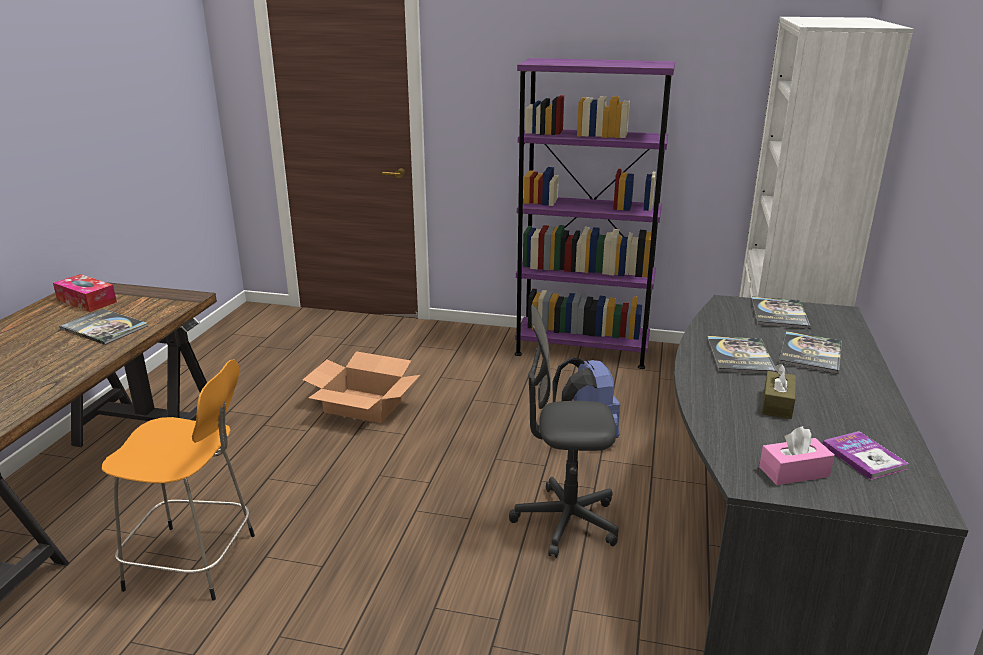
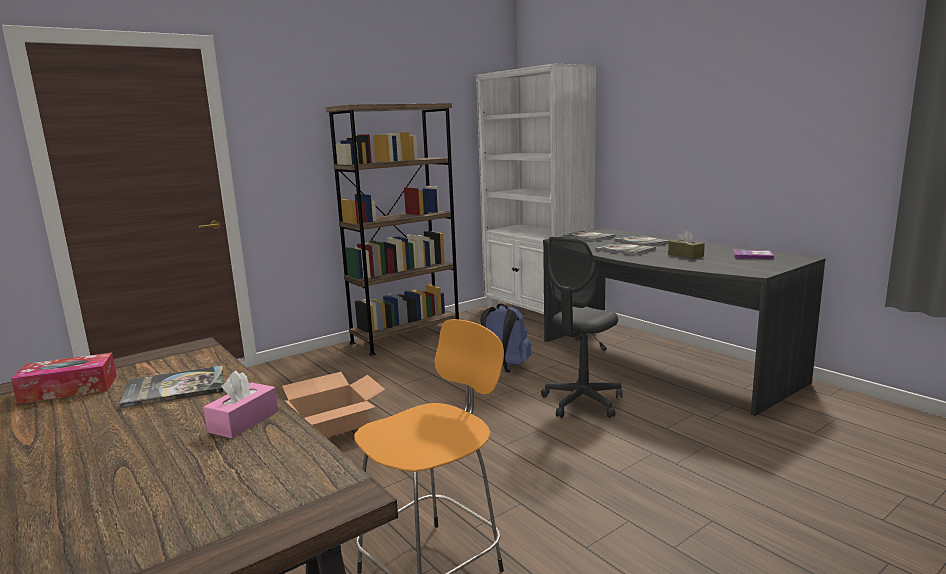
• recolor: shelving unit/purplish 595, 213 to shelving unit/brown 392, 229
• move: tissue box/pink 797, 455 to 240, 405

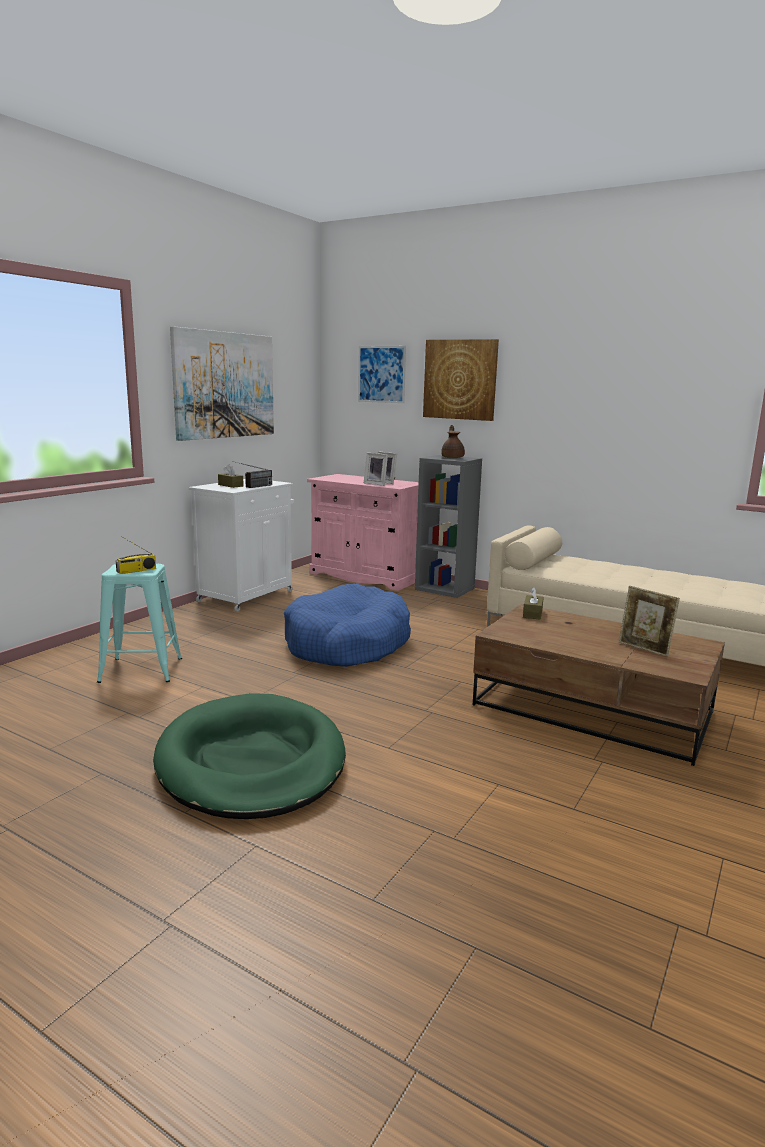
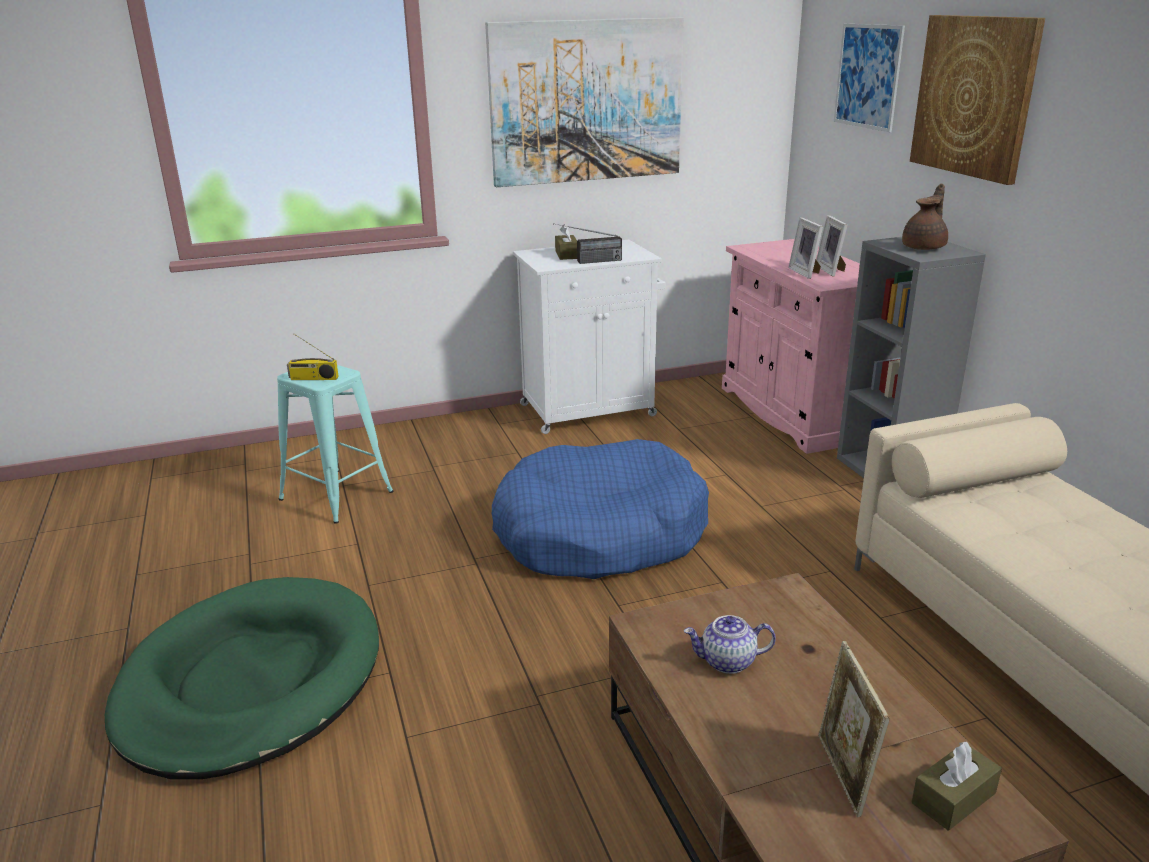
• move: tissue box/brown 533, 603 to 957, 786
• insert: tea pot 730, 644

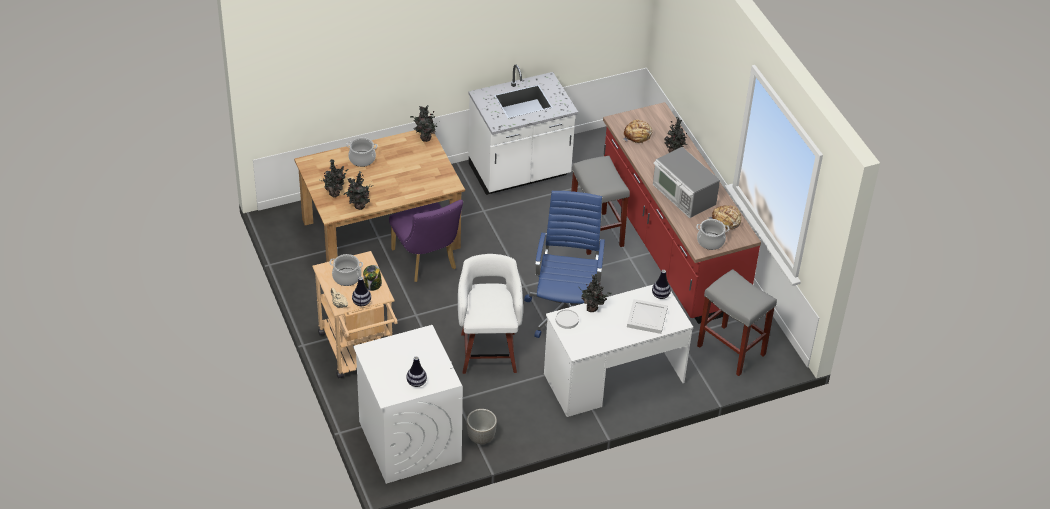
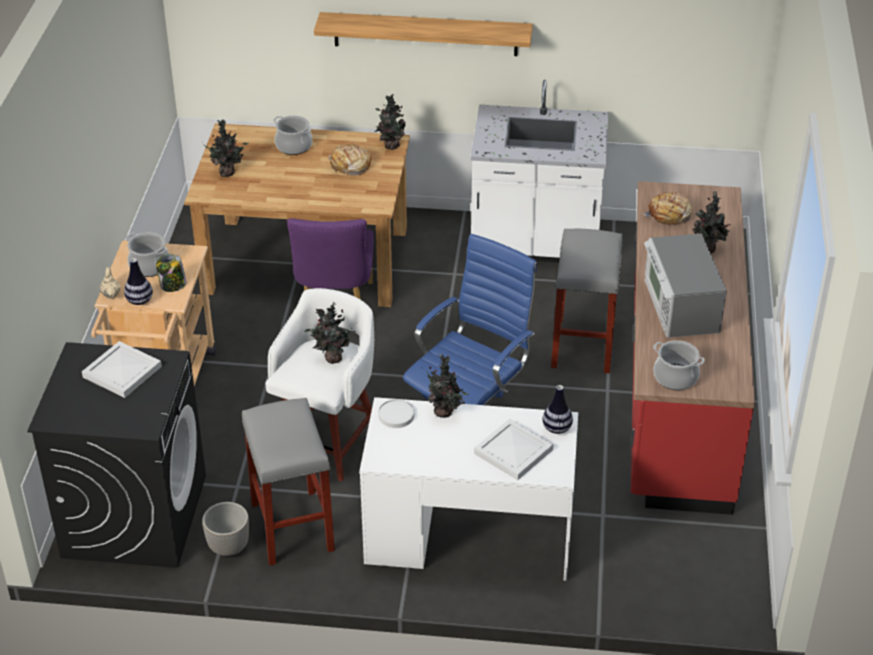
• move: potted plant 358, 190 to 330, 333
• move: bread 724, 217 to 350, 159
• move: stool seat/gray 737, 322 to 288, 481
• recolor: laundry appliance/white-coloured 408, 404 to laundry appliance/blackish 116, 455
• delete: flower vase 416, 371
• insert: wall shelf 423, 34
• insert: tray/white-coloured 122, 369

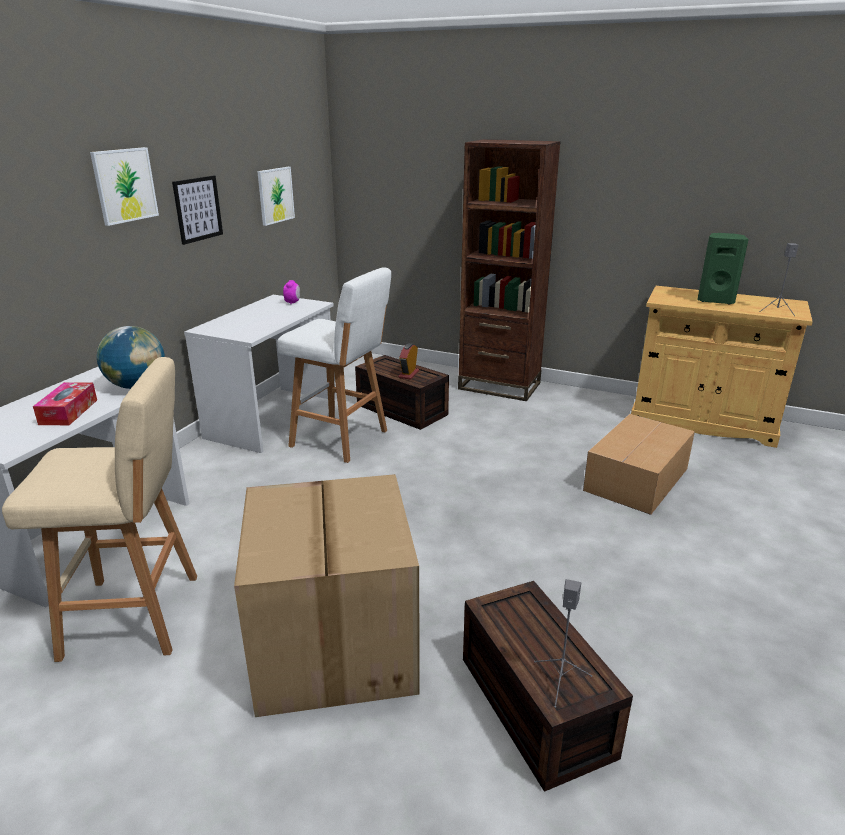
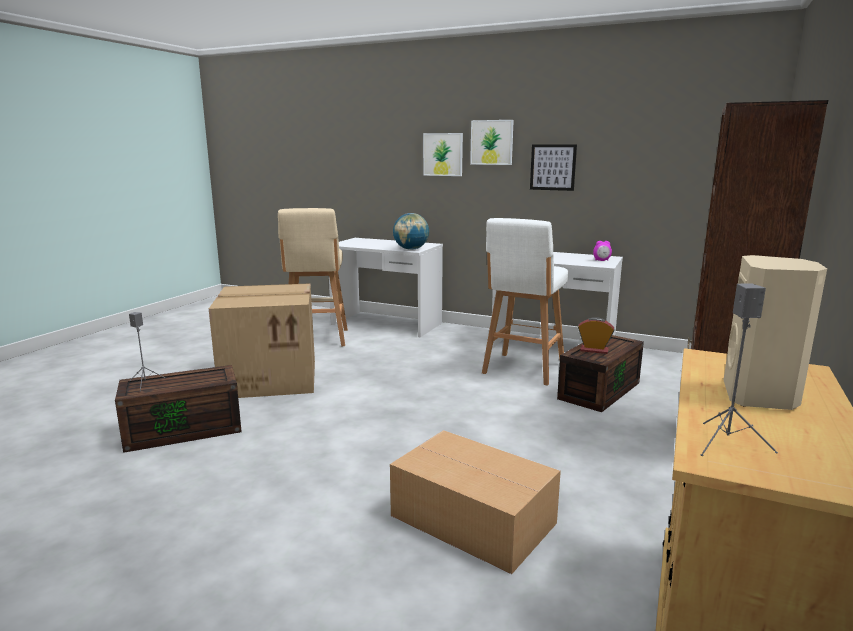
• move: wall picture 276, 196 to 443, 154
• recolor: speaker/green-coloured 723, 269 to speaker/sand-coloured 775, 332
• delete: tissue box 65, 403

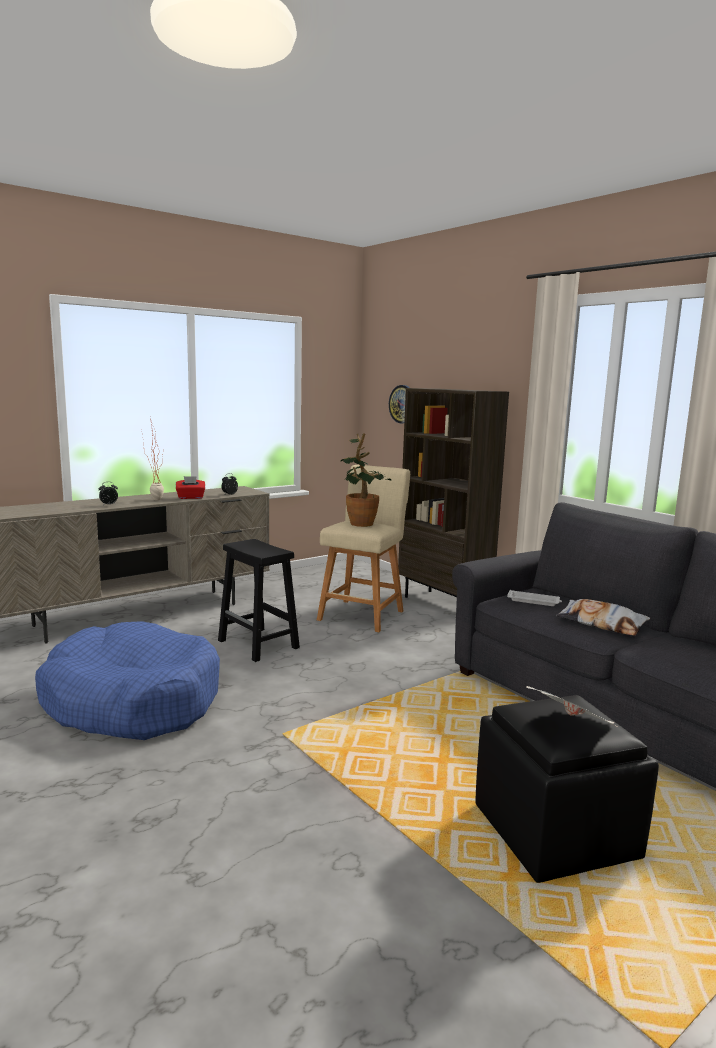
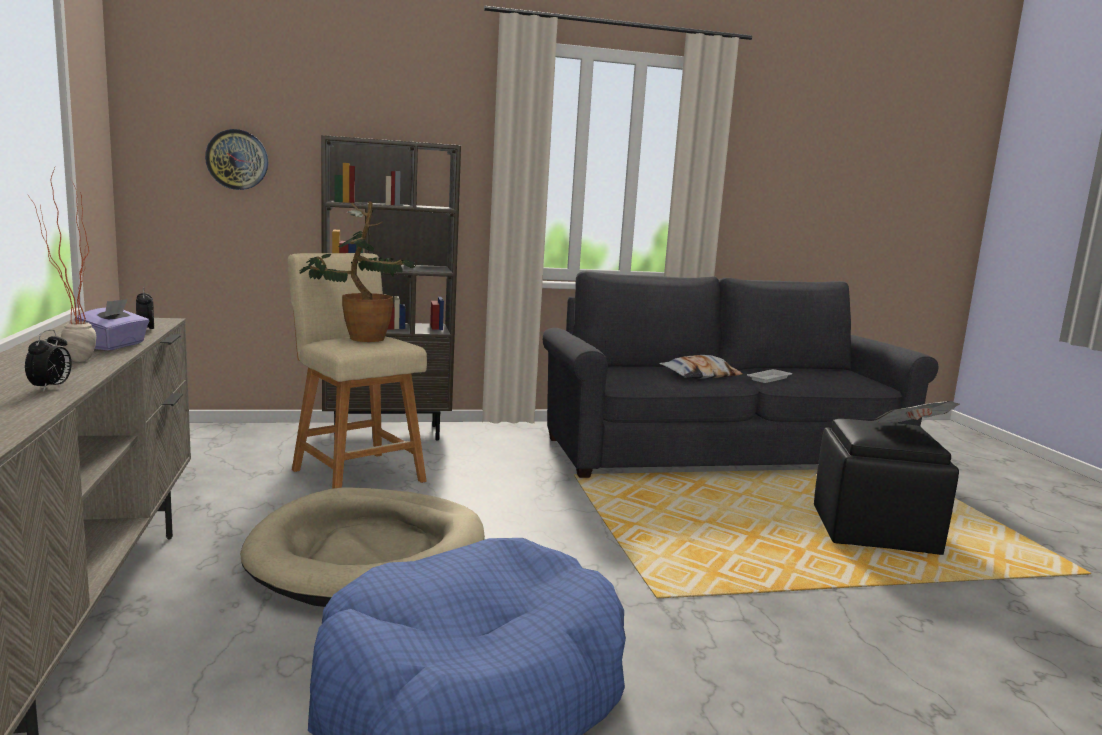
• recolor: tissue box/reddish 190, 487 to tissue box/purplish 112, 324
• replace: stool seat/blackish 259, 600 to pet bed/sand-coloured 362, 547
• move: tray/white-coloured 534, 598 to 769, 376

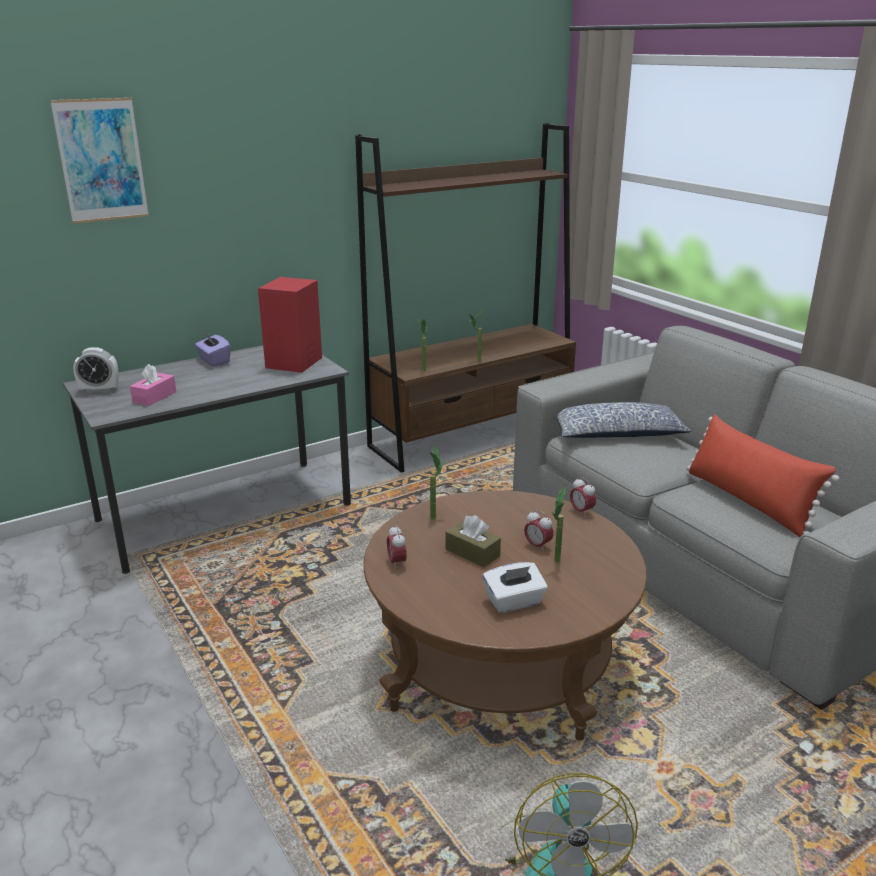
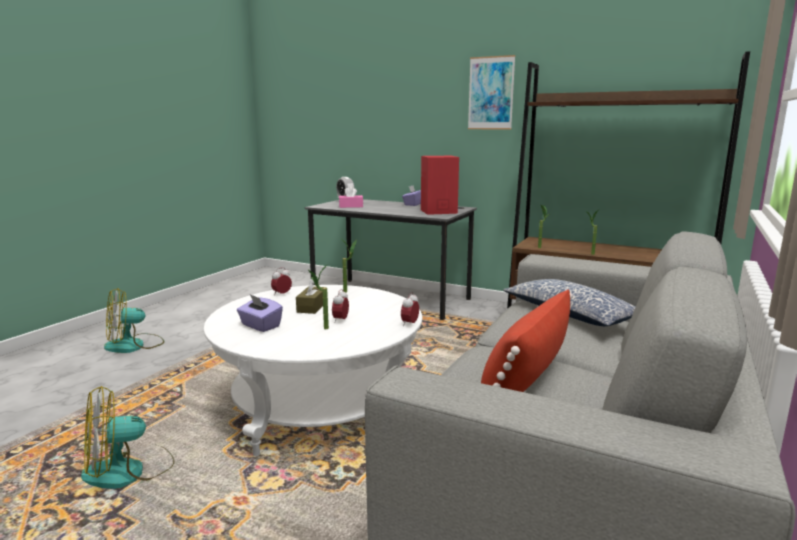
• move: wall picture 99, 160 to 491, 92
• recolor: coffee table/brown 505, 615 to coffee table/white-coloured 313, 370
• recolor: tissue box/white-coloured 515, 587 to tissue box/purplish 260, 313
• insert: electric fan 134, 320

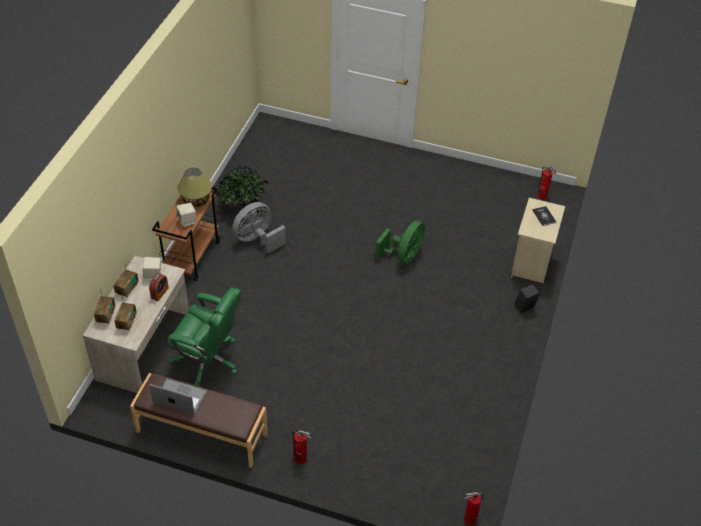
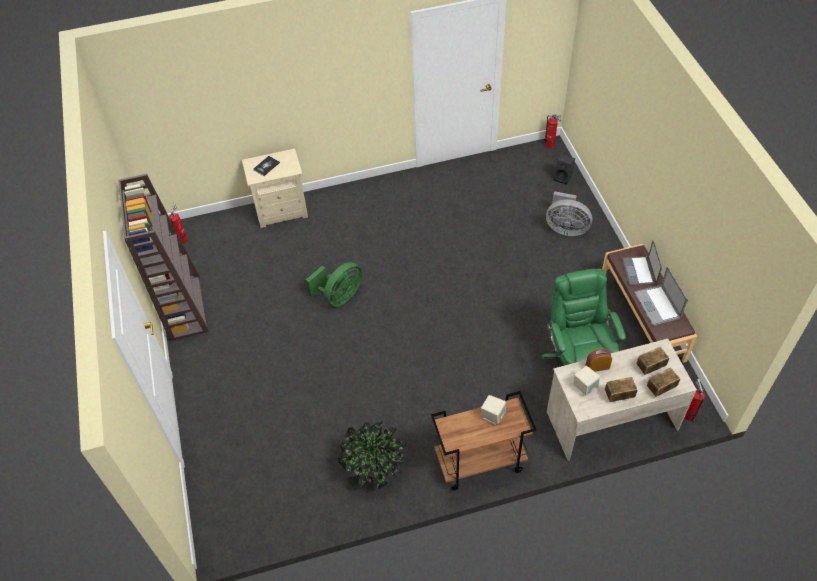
• delete: table lamp 194, 187
• move: electric fan/gray 259, 227 to 569, 213
• rotate: electric fan/green-coloured 400, 242 = 333, 284 135 degrees clockwise
• move: speaker/blackish 527, 298 to 564, 169
• move: fire extinguisher 302, 447 to 694, 400
• insert: shelving unit/brown 163, 257
• insert: notebook computer 642, 263

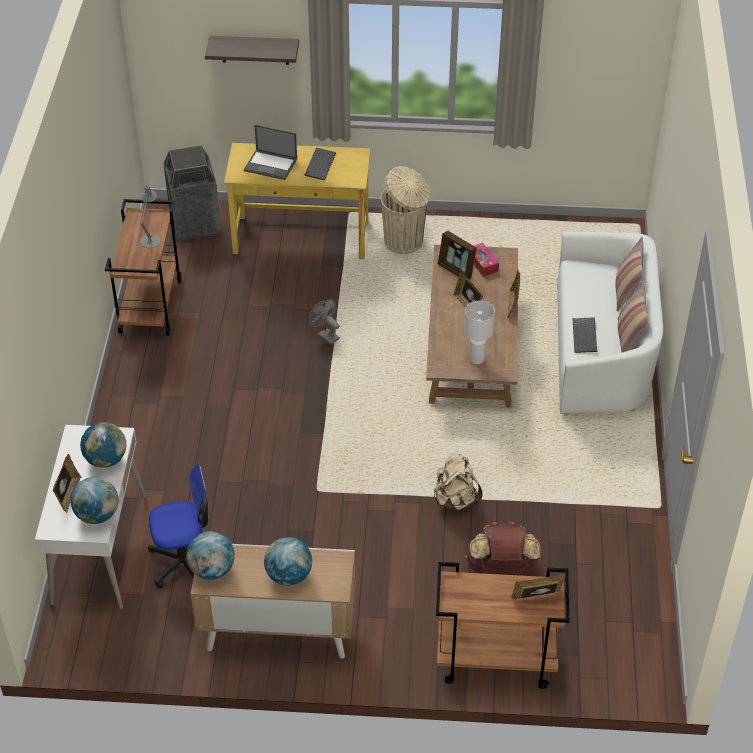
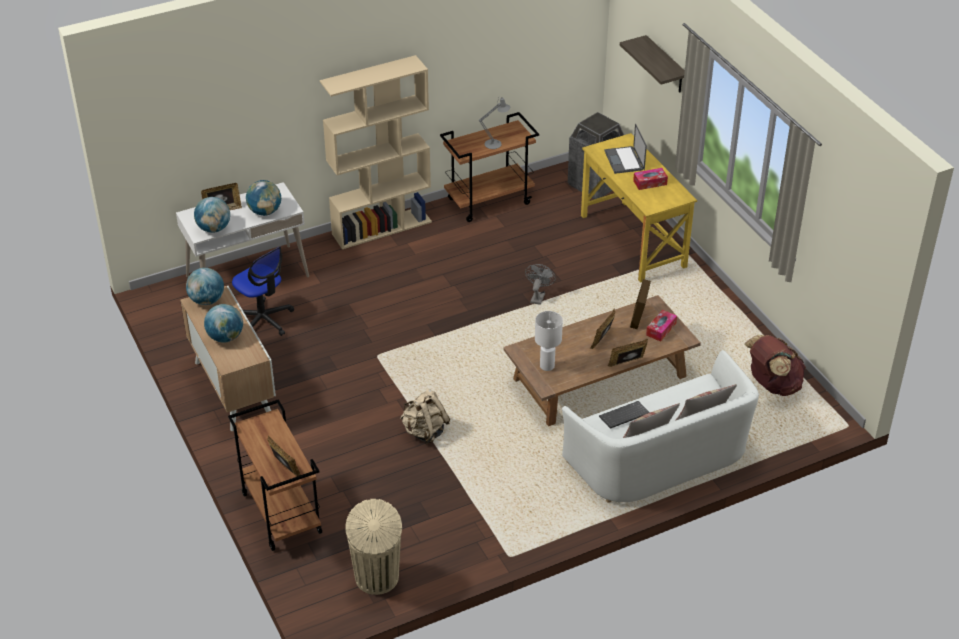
• replace: computer keyboard 320, 164 to tissue box 650, 179
• move: waste bin/sand-coloured 405, 210 to 373, 547
• move: rucksack/brown 502, 549 to 775, 365
• insert: shelving unit/sand-coloured 376, 152

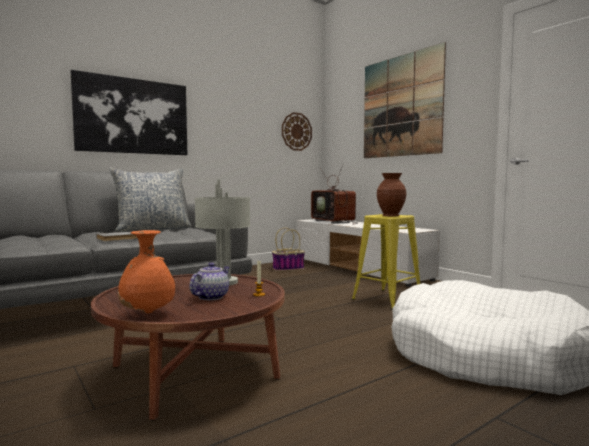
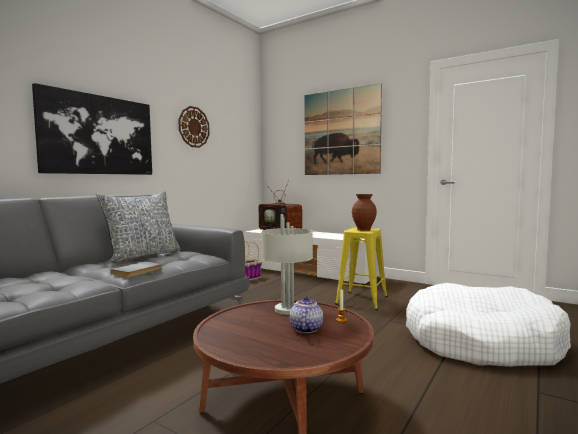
• move: hanging clock 297, 131 to 194, 127
• delete: flower vase/orange-coloured 146, 271

